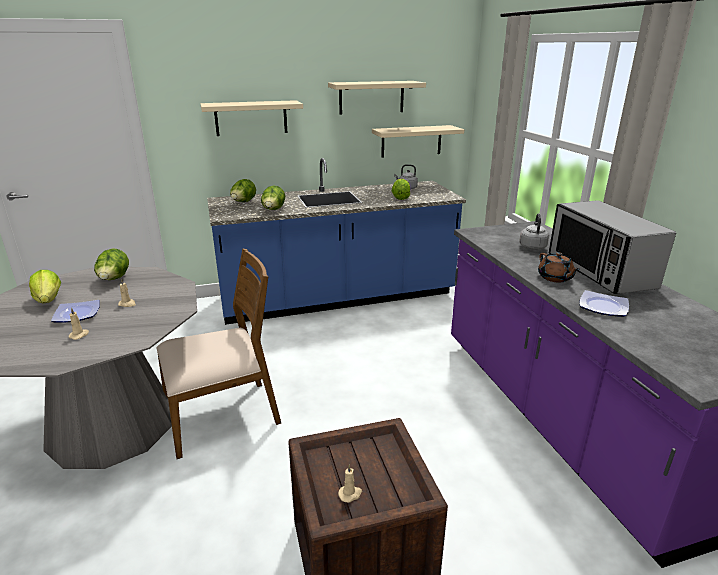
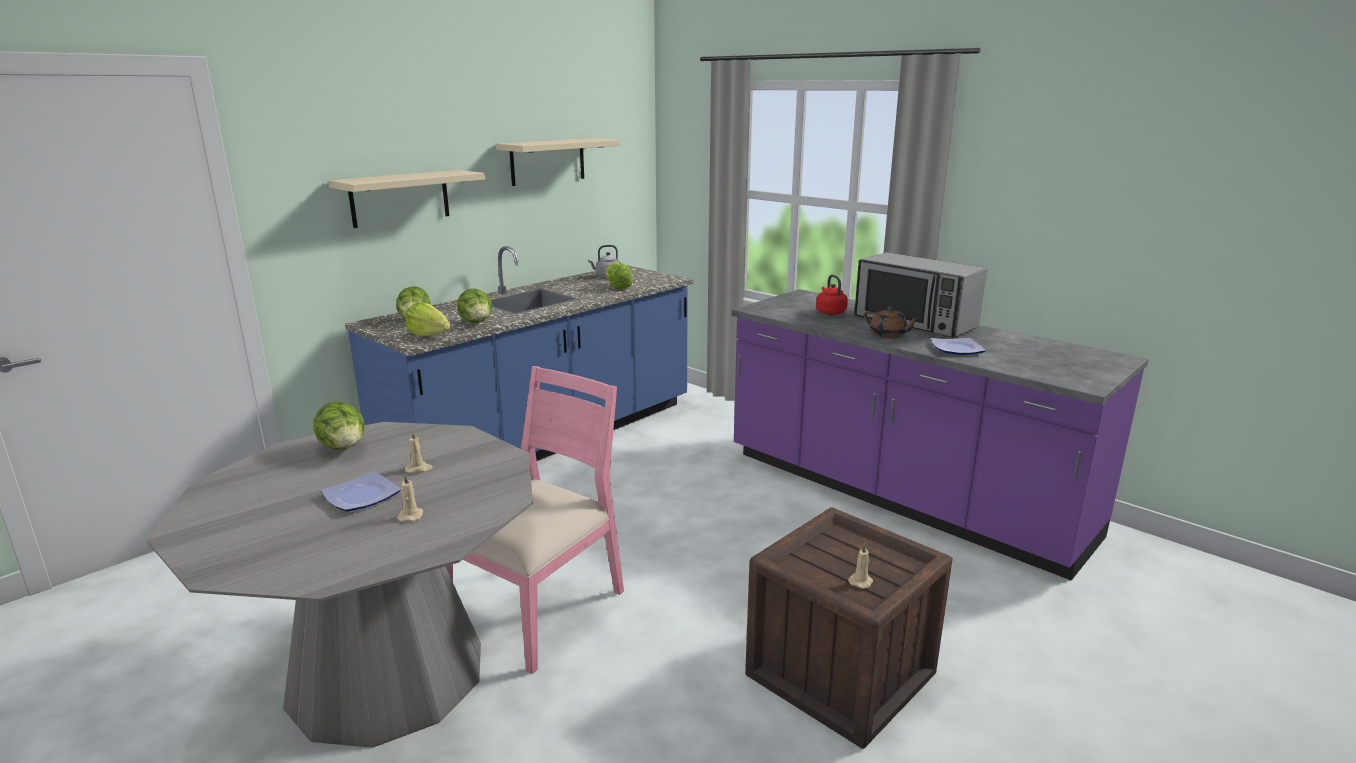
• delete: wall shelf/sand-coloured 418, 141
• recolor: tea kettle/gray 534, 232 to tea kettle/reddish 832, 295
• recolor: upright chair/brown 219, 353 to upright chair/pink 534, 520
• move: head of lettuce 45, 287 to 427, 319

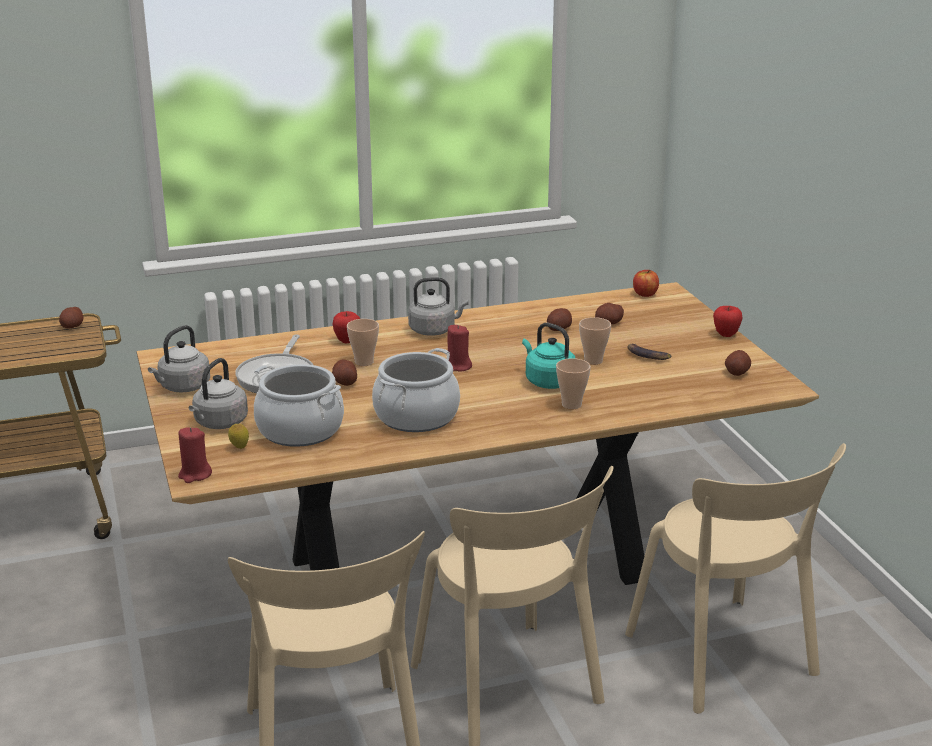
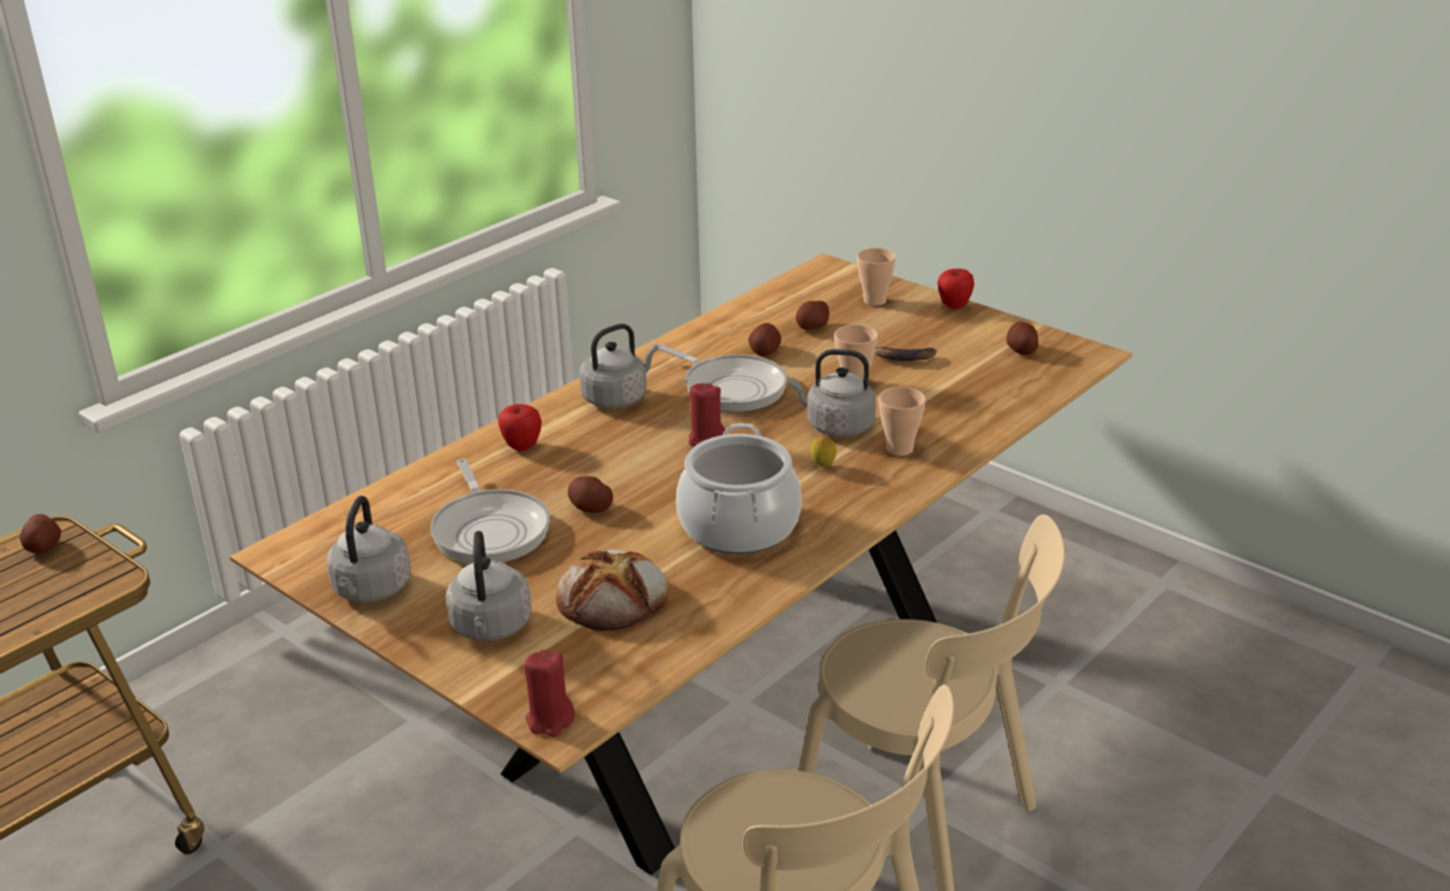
• delete: apple 646, 283
• move: small cup 363, 342 to 876, 277
• recolor: tea kettle/turquoise-coloured 549, 356 to tea kettle/gray 832, 393
• replace: stockpot 299, 405 to bread 612, 590
• move: citrus fruit 238, 436 to 823, 451
• delete: upright chair/sand-coloured 735, 578
• insert: skillet 722, 378

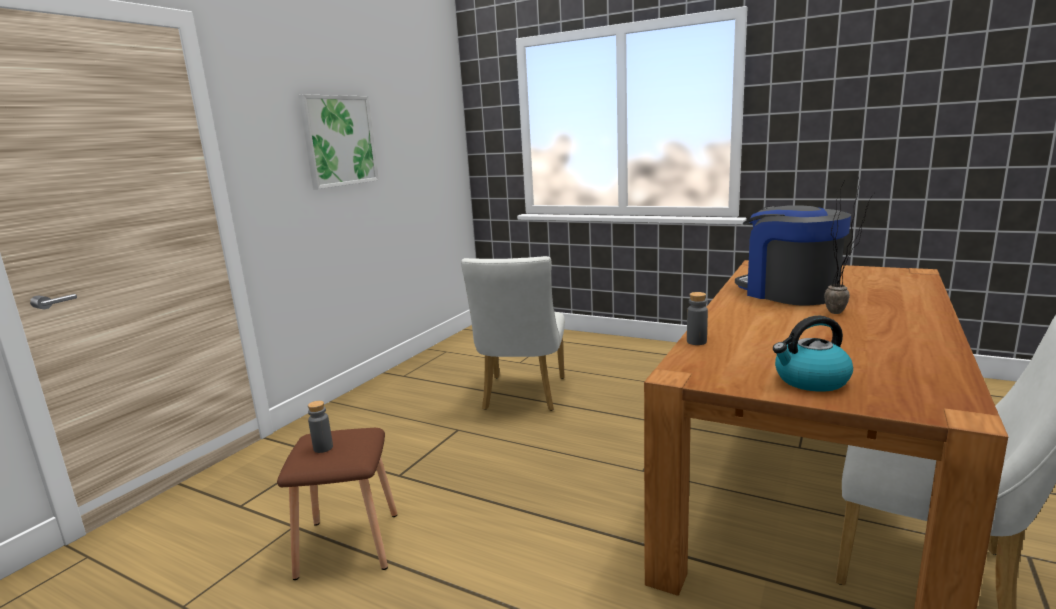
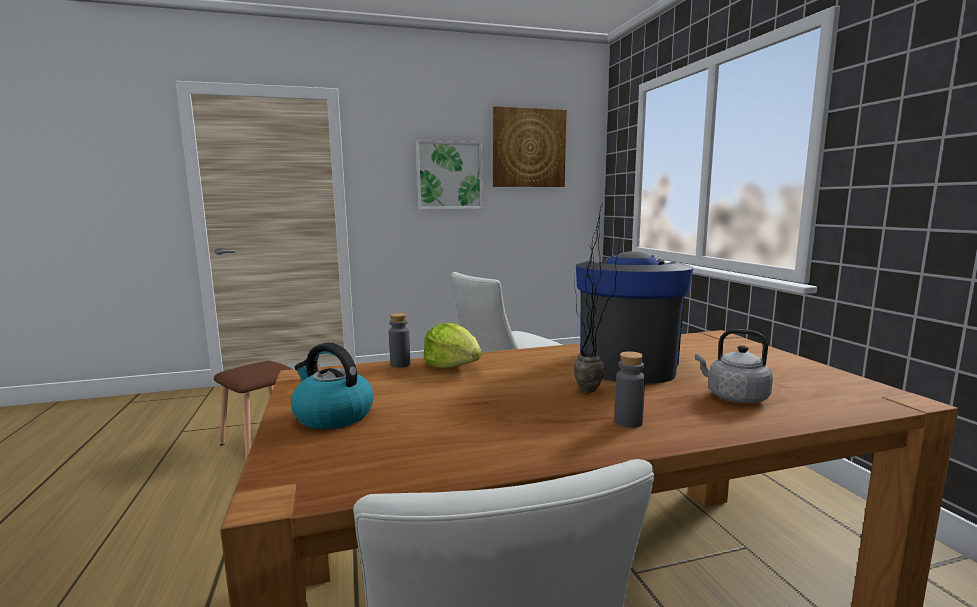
• move: bottle/gray 320, 427 to 630, 389
• insert: wall picture 530, 146
• insert: head of lettuce 453, 345
• insert: tea kettle/gray 734, 366

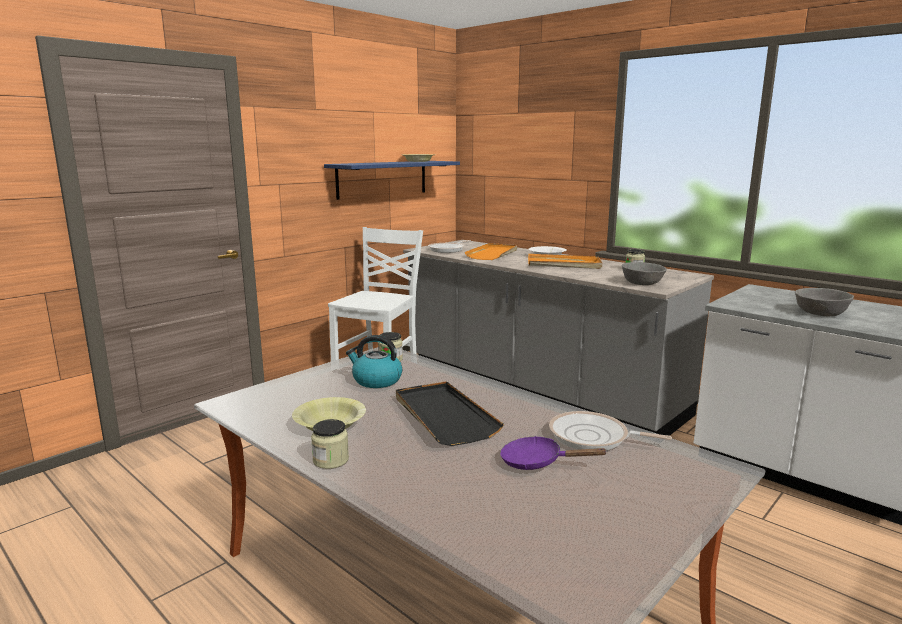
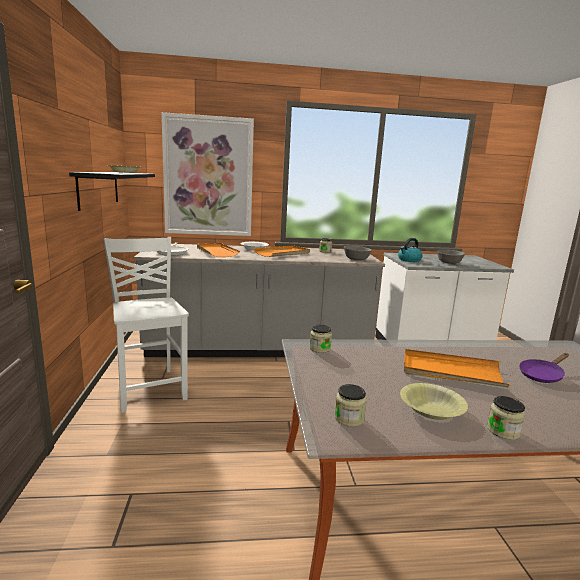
• recolor: wall shelf/blue-coloured 392, 180 to wall shelf/blackish 112, 191
• move: tea kettle 374, 361 to 410, 250
• recolor: tray/blackish 450, 413 to tray/orange-coloured 457, 368
• delete: skillet 610, 430
• insert: wall picture 207, 174
• insert: storage jar 351, 405

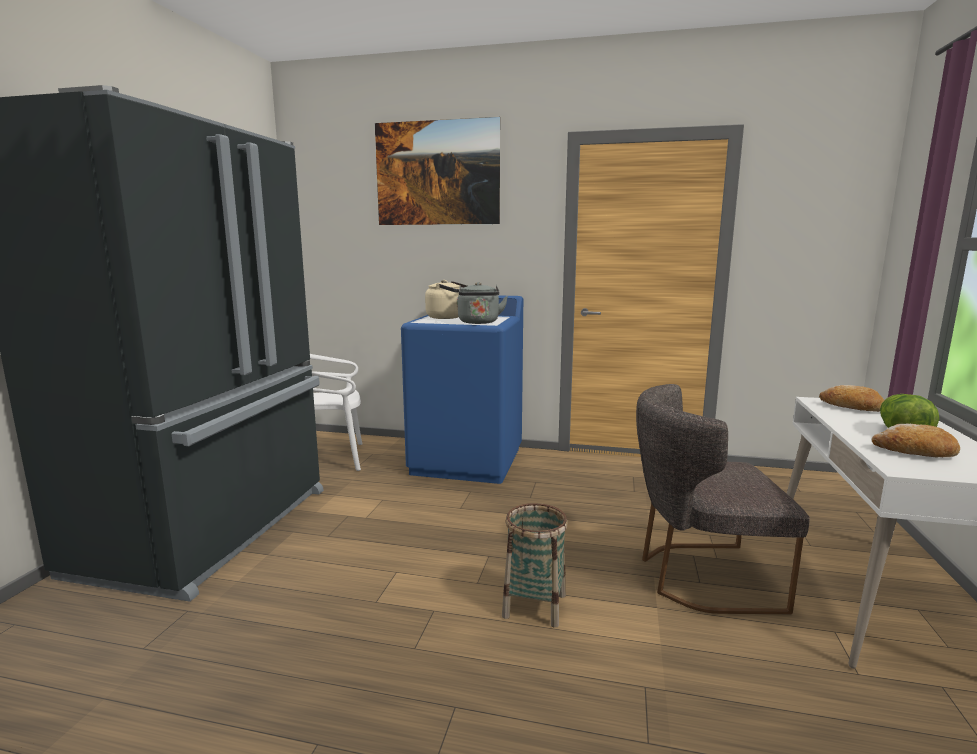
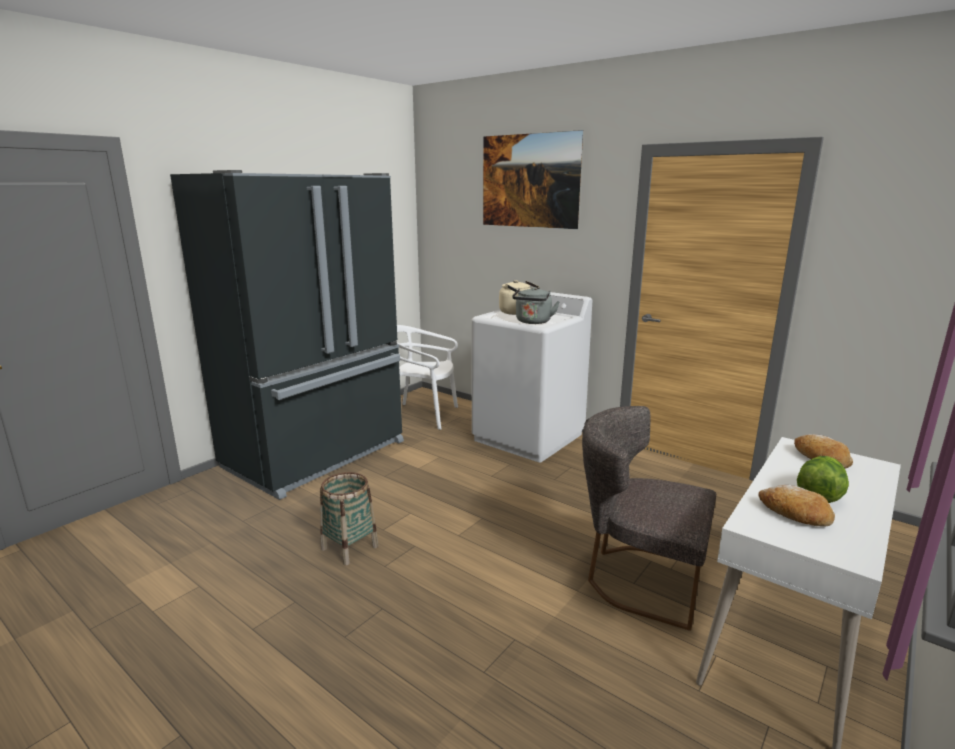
• recolor: laundry appliance/blue-coloured 462, 389 to laundry appliance/white-coloured 531, 377
• move: household basket 535, 565 to 349, 518

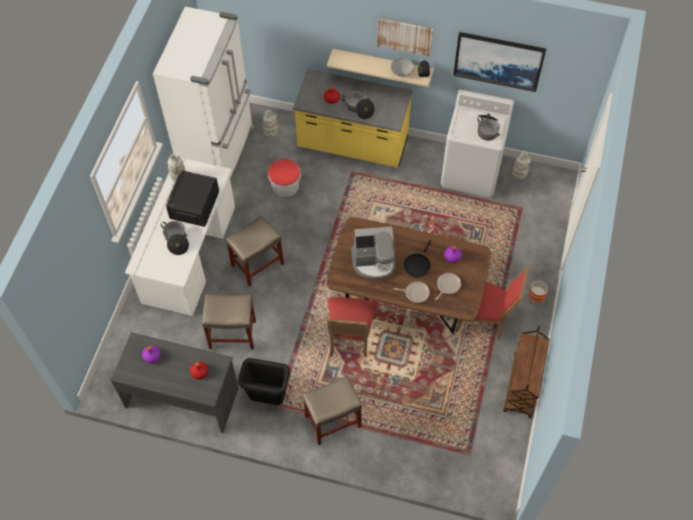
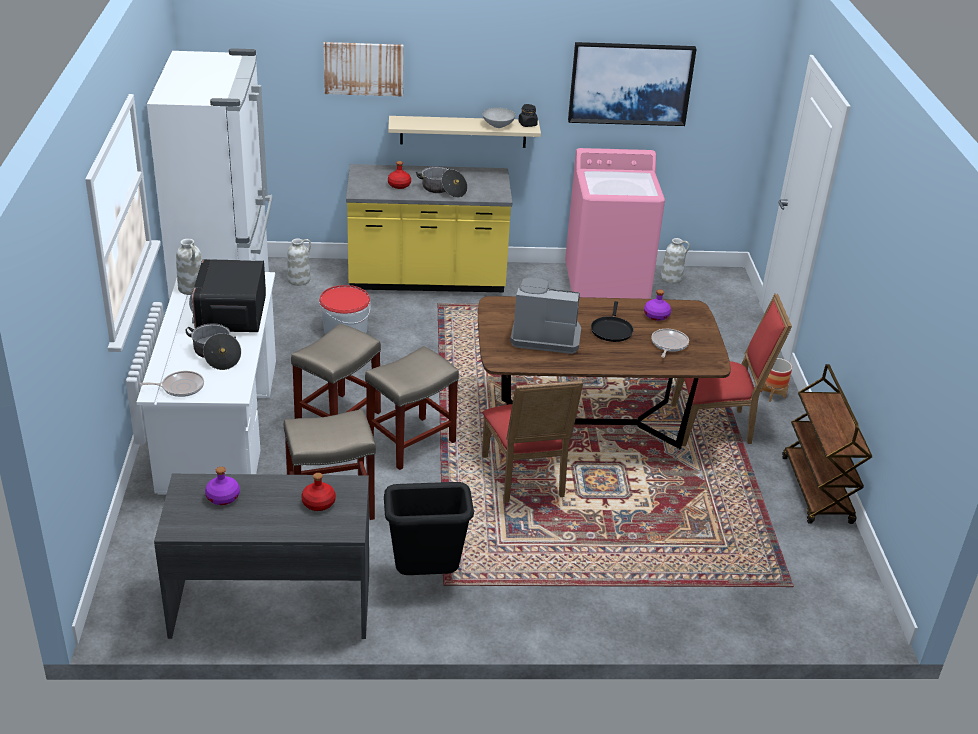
• move: wall picture 405, 37 to 363, 69
• recolor: laundry appliance/white-coloured 477, 143 to laundry appliance/pink 615, 223
• delete: stockpot 489, 127
• rotate: coffee brewer 373, 253 = 545, 316 150 degrees counterclockwise
• move: skillet 412, 292 to 172, 384
• move: stool seat/sand-coloured 332, 410 to 412, 408

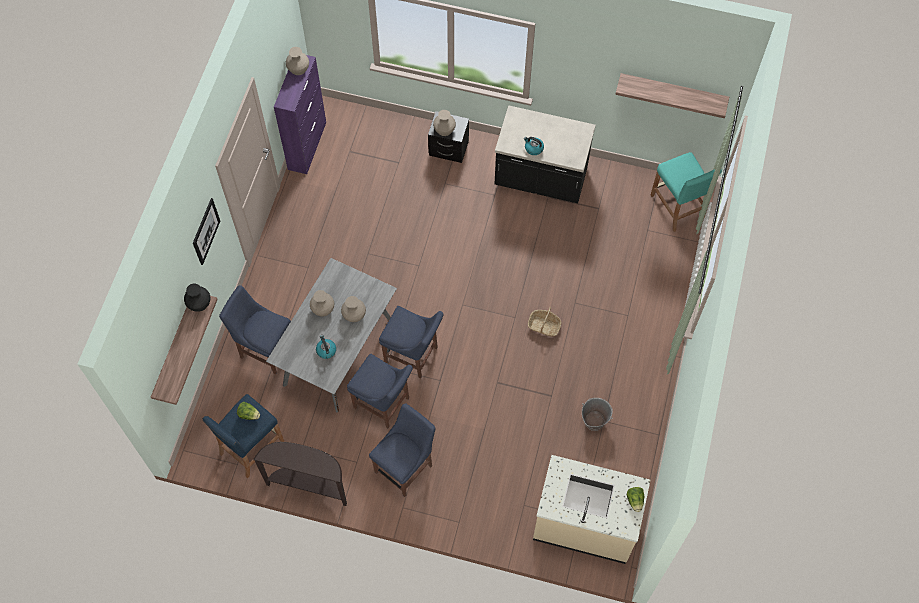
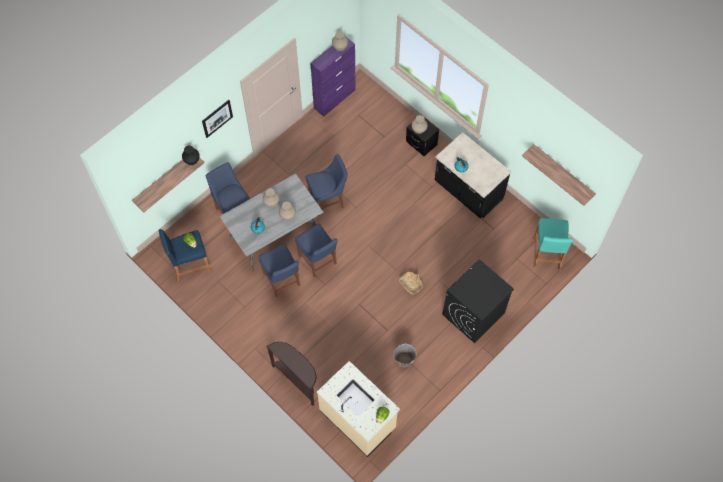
• move: upright chair/blue-coloured 402, 450 to 326, 185
• move: hall table/brown 300, 474 to 291, 374
• insert: laundry appliance/blackish 478, 301

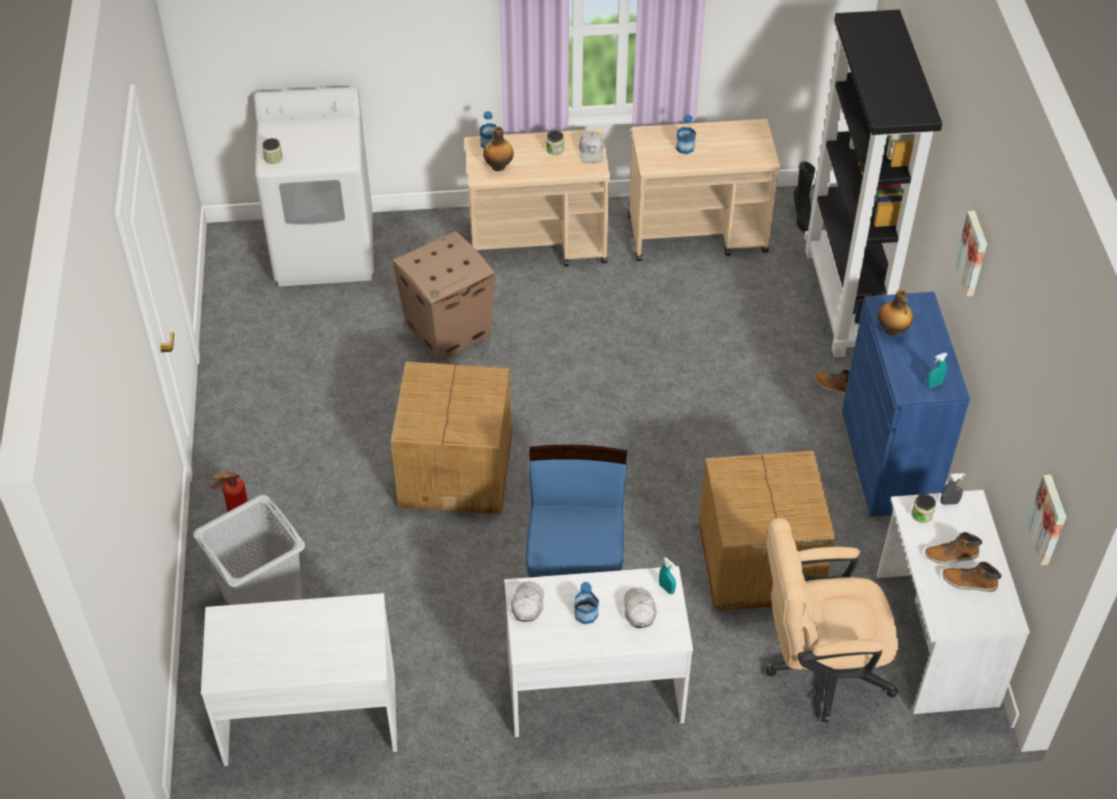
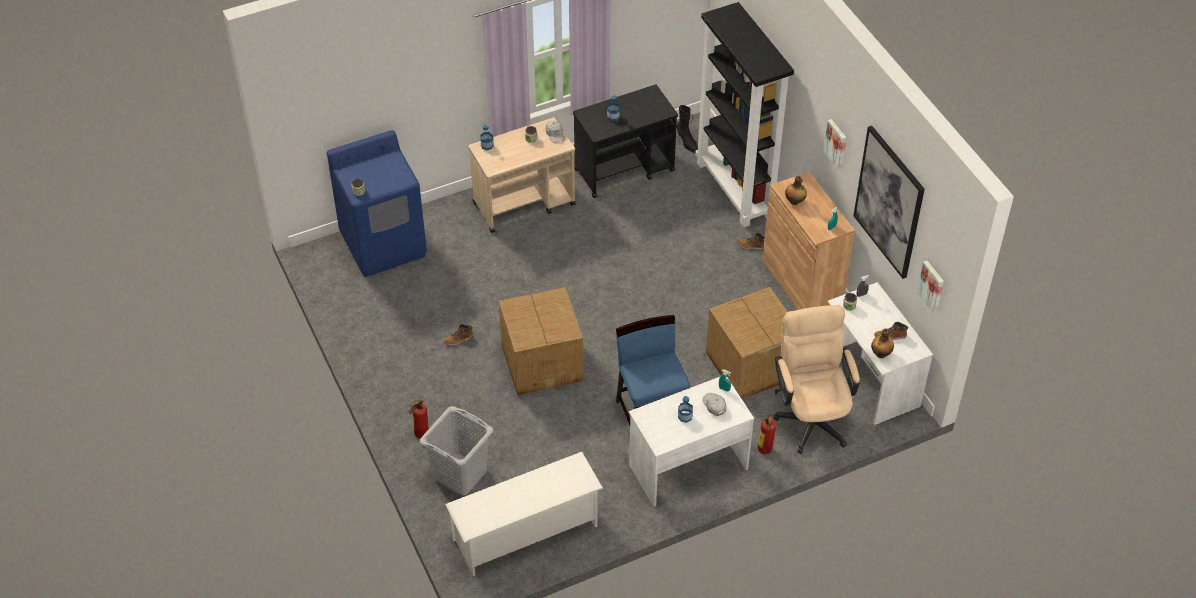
• recolor: laundry appliance/white-coloured 314, 186 to laundry appliance/blue-coloured 377, 203
• recolor: cart/sand-coloured 704, 190 to cart/blackish 625, 141
• move: bottle 498, 148 to 882, 343
• delete: cardboard box 443, 296
• recolor: storage cabinet/blue-coloured 906, 404 to storage cabinet/brown 808, 241
• rotate: computer chair/sand-coloured 832, 620 = 816, 379 105 degrees clockwise
• move: boot 953, 548 to 458, 335
• delete: peaked cap/white-coloured 527, 602
• replace: desk unit/white-coloured 299, 679 to shoe shelf/white-coloured 524, 514
• insert: wall picture 889, 202
• insert: fire extinguisher 767, 434

